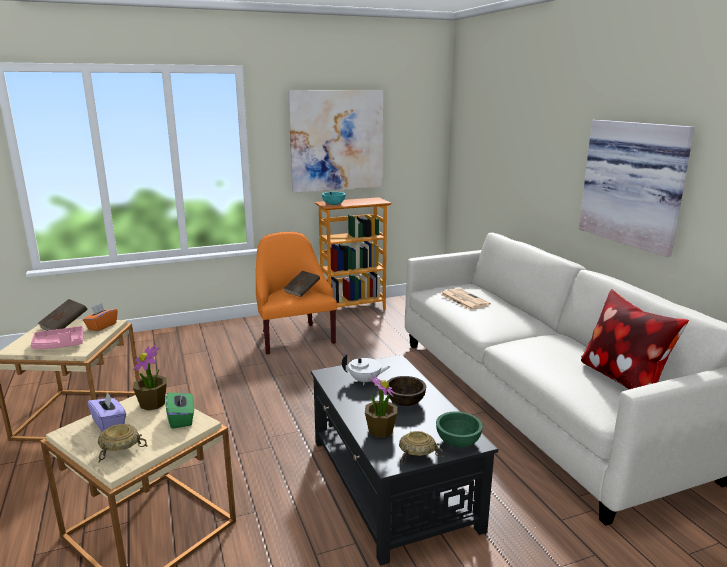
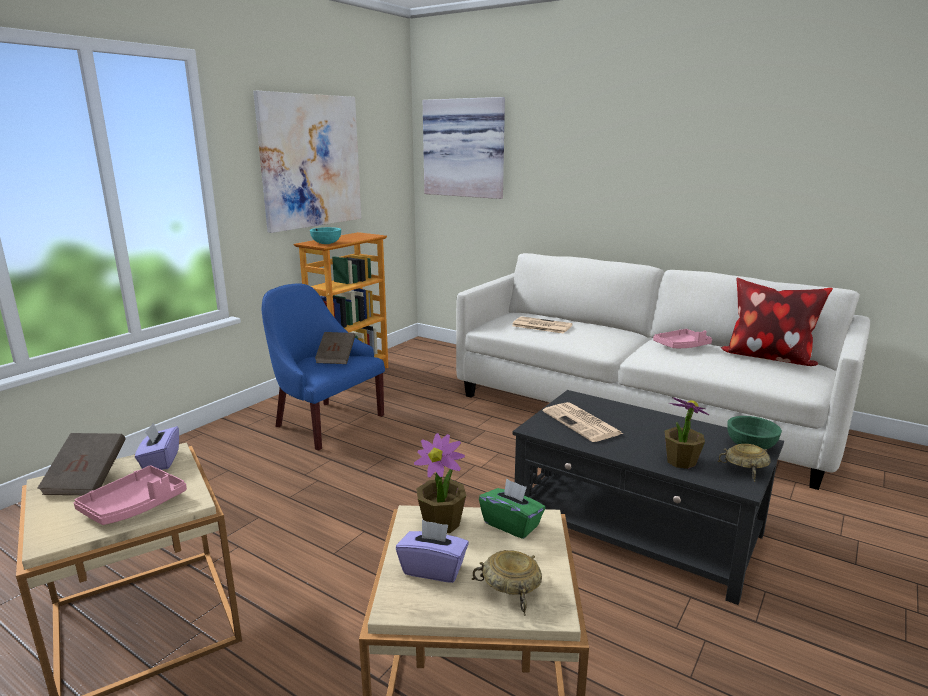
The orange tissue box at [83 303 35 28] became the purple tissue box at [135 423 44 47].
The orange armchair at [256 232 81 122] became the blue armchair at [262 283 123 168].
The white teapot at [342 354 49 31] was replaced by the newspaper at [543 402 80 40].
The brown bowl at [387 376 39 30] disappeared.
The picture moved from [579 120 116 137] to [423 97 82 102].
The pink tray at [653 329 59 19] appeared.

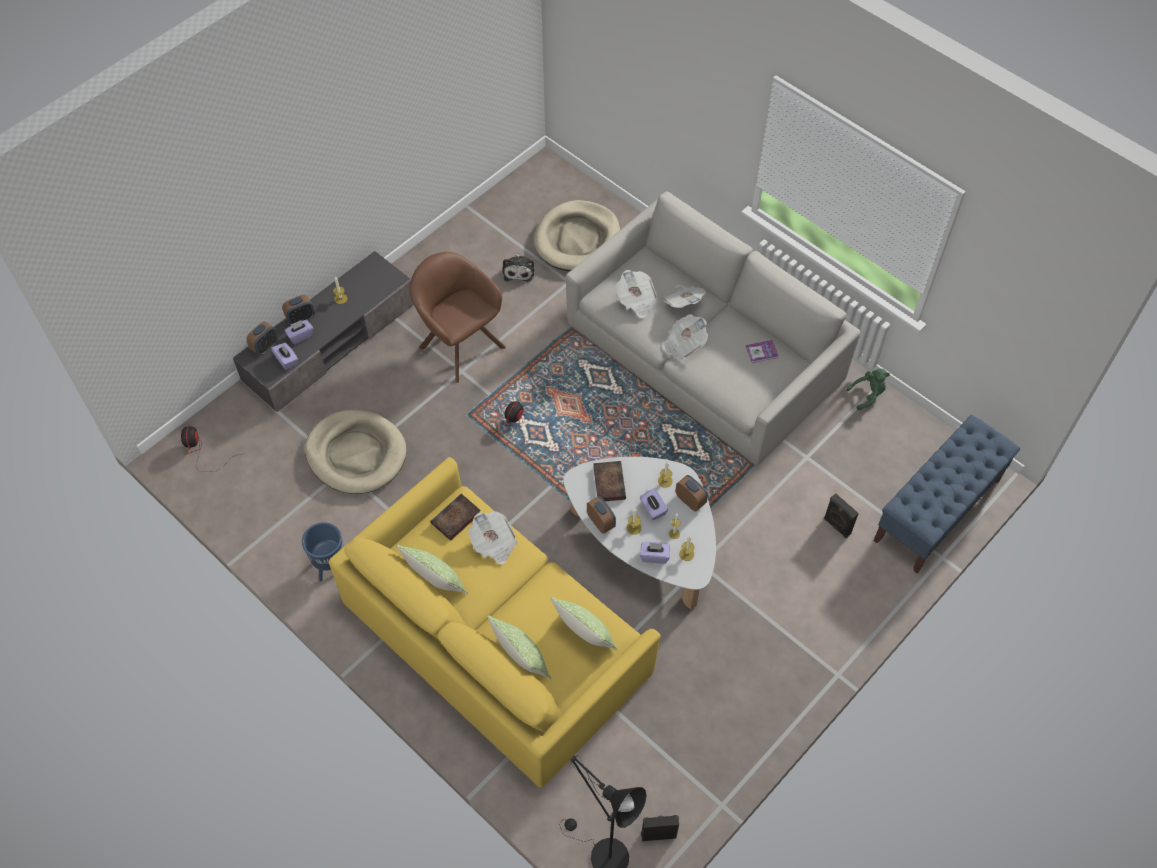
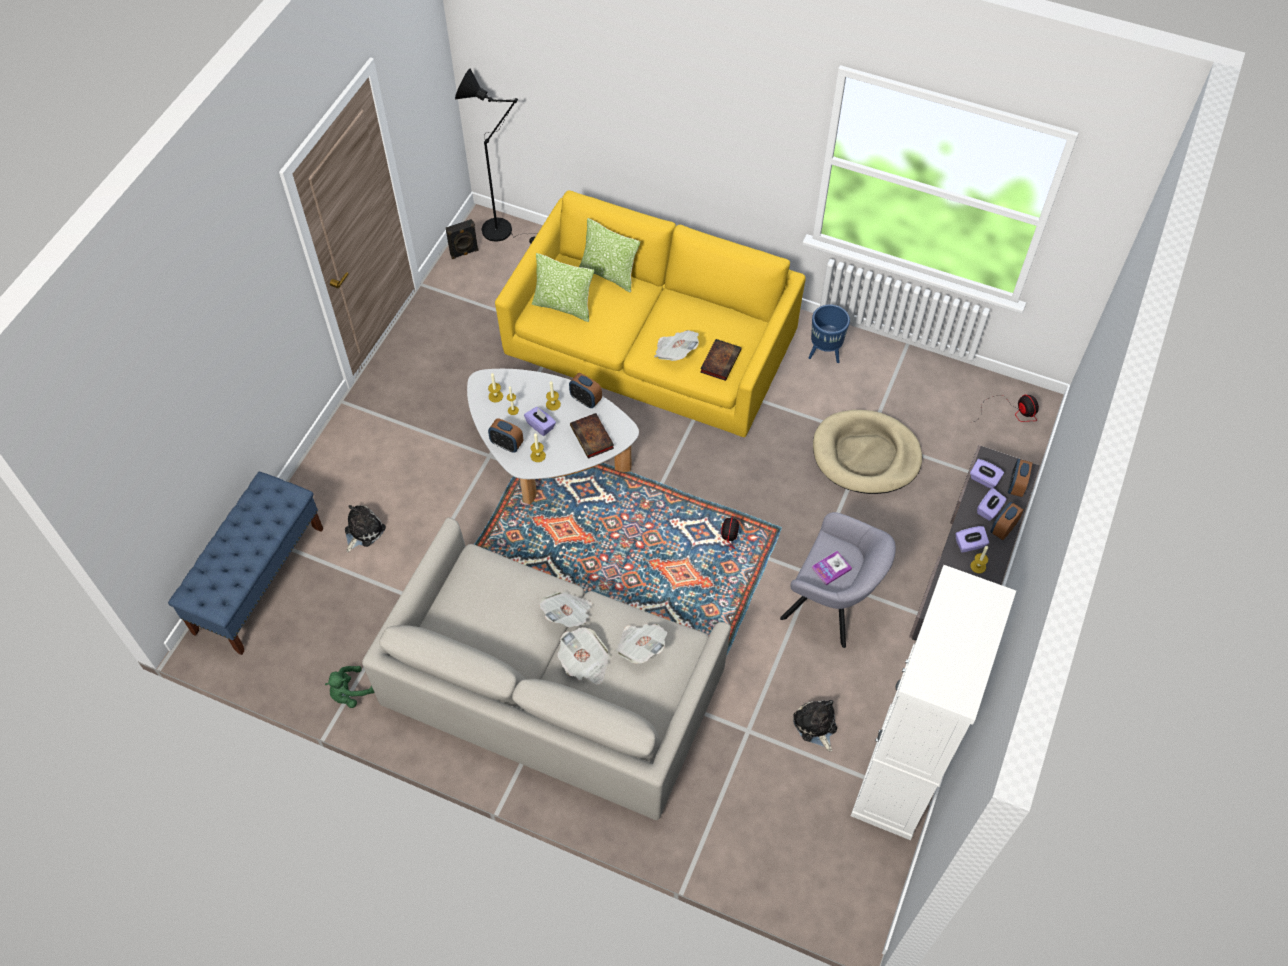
The pillow at [396 544 72 50] disappeared.
The brown armchair at [410 252 96 131] became the grey armchair at [780 512 116 136].
The beige dog bed at [534 200 86 71] disappeared.
The purple tissue box moved from [640 542 30 22] to [956 526 33 27].
The book moved from [746 340 33 23] to [812 551 40 34].
The black speaker at [824 493 35 45] was replaced by the plush toy at [345 505 41 47].
The white cabinet at [851 565 165 275] appeared.

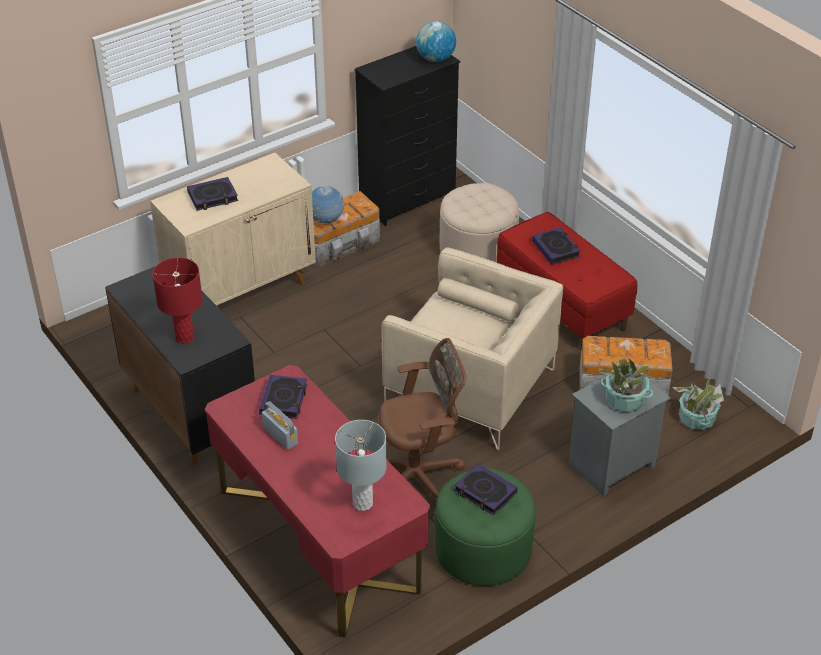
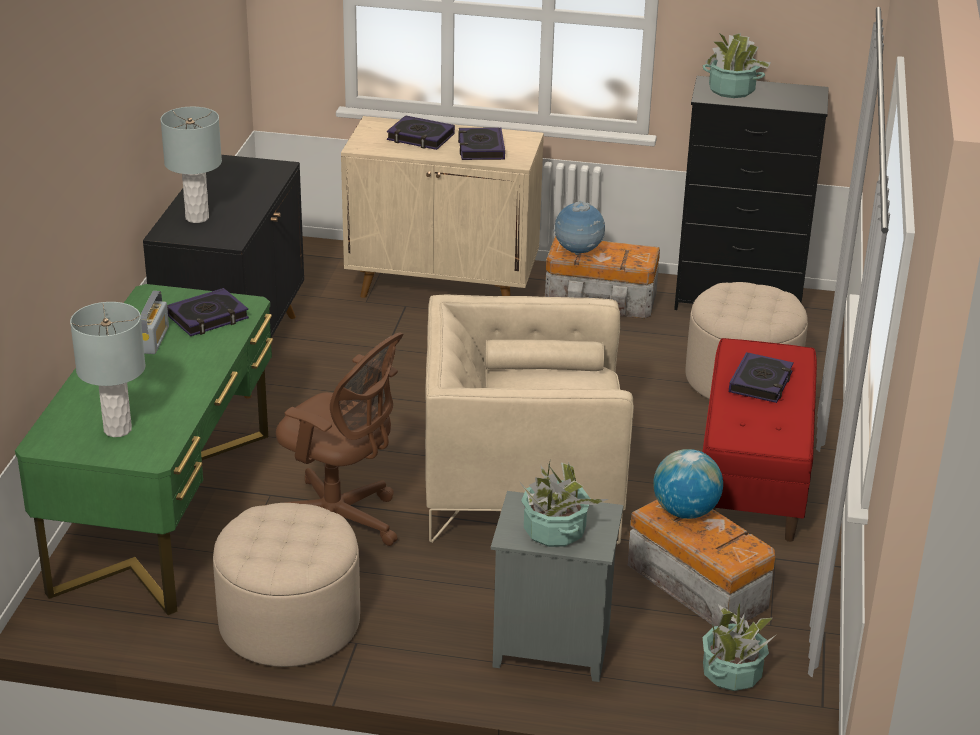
The red table lamp at [152 258 51 86] became the grey table lamp at [160 107 62 116].
The red desk at [205 365 225 273] became the green desk at [15 284 258 331].
The beige armchair at [381 247 182 203] turned 105 degrees clockwise.
The globe moved from [416 21 40 41] to [653 449 70 70].
The green ottoman at [435 468 100 118] became the beige ottoman at [213 503 147 164].
The book moved from [454 463 64 52] to [458 127 47 33].
The potted plant at [703 33 68 65] appeared.

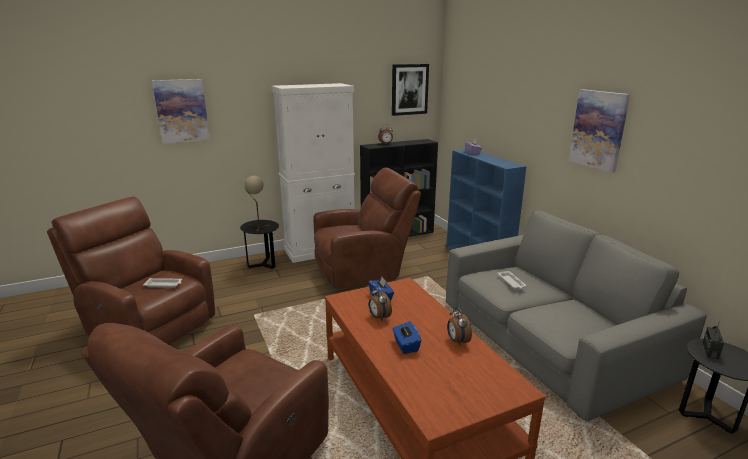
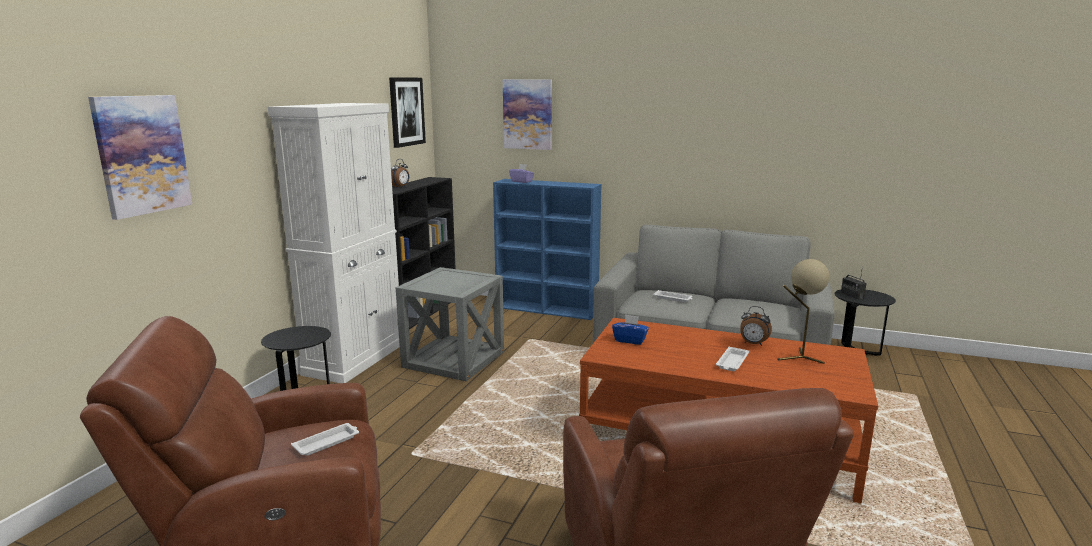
The beige table lamp moved from [242 176 28 56] to [777 259 52 105].
The brown armchair at [313 168 108 121] was replaced by the grey side table at [396 267 108 114].
The alarm clock at [369 286 23 35] disappeared.
The blue tissue box at [393 322 28 32] was replaced by the white tray at [716 347 33 24].
The picture moved from [569 89 61 84] to [503 80 49 70].

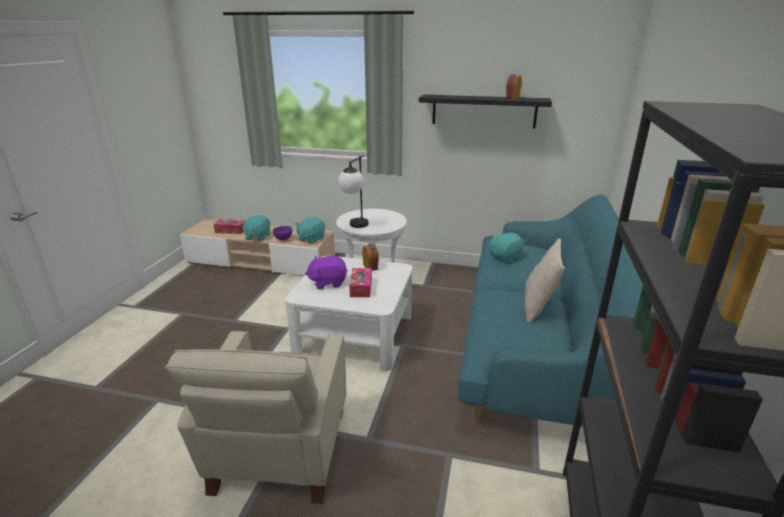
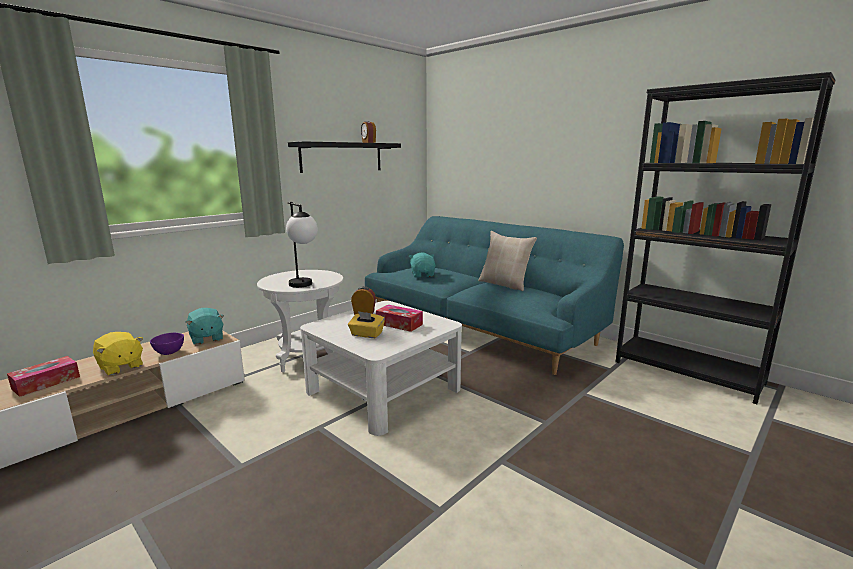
The beige armchair at [165 331 181 173] disappeared.
The turquoise plush toy at [241 215 29 26] became the yellow plush toy at [93 332 50 43].
The purple plush toy at [305 256 42 33] was replaced by the yellow tissue box at [348 311 37 27].

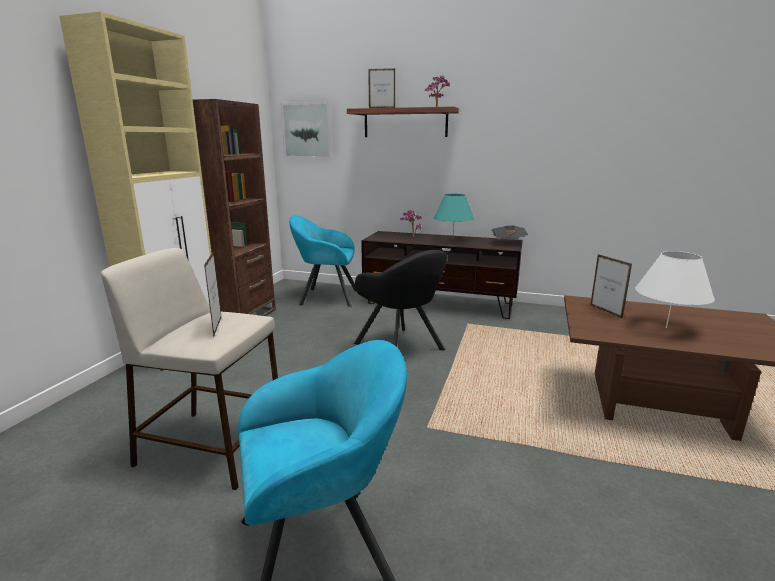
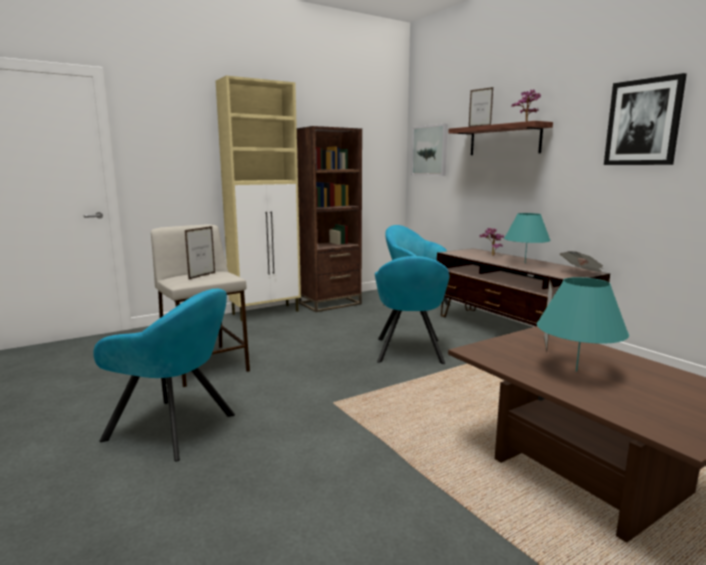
The black armchair at [354 250 93 100] became the turquoise armchair at [375 256 75 108].
The white table lamp at [635 251 80 77] became the turquoise table lamp at [537 277 92 95].
The picture at [604 73 83 92] appeared.

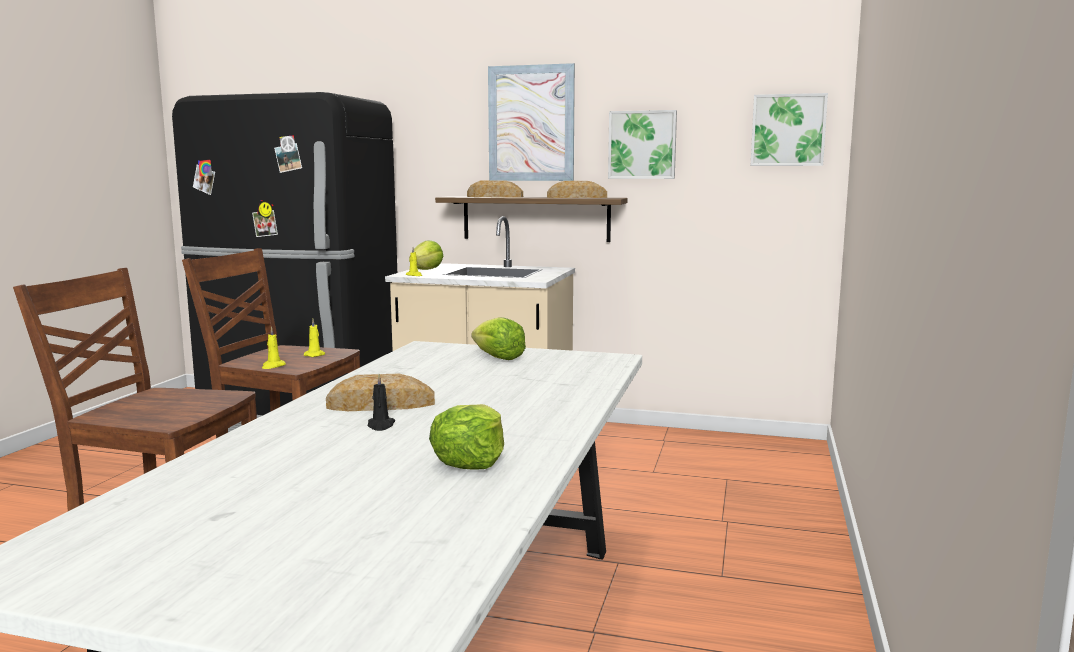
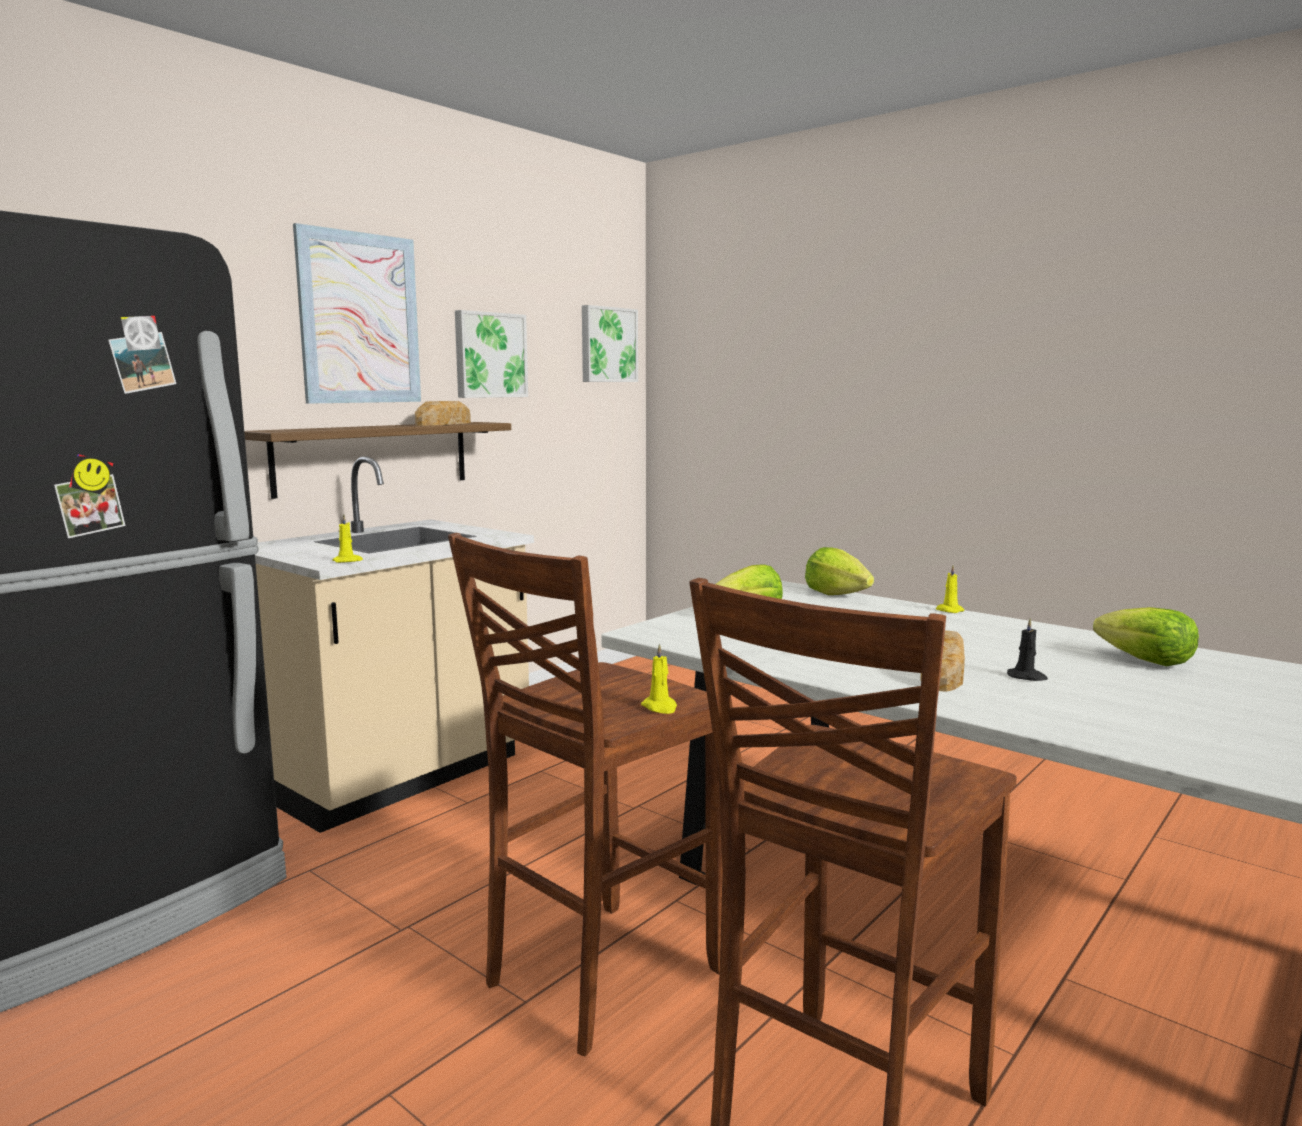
The yellow candle moved from [304 319 21 38] to [936 565 28 48].
The lettuce moved from [409 240 35 30] to [805 547 69 48].
The bread at [467 180 56 18] disappeared.

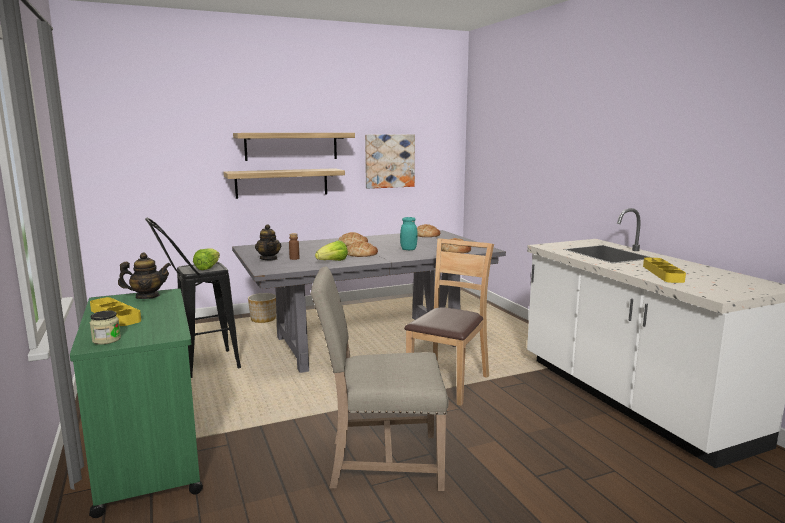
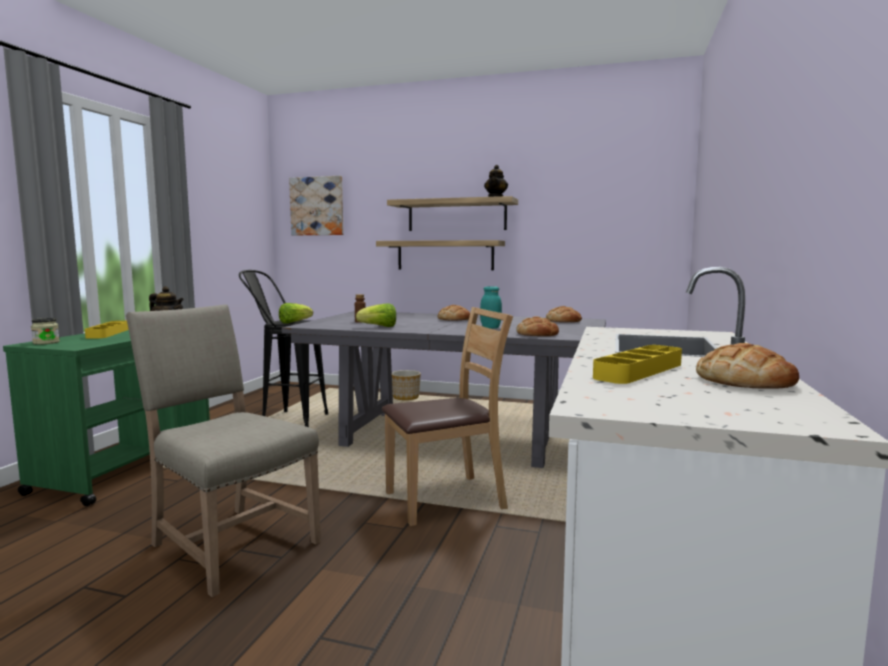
The teapot moved from [255 224 26 37] to [484 165 24 32].
The bread moved from [347 241 31 16] to [696 343 103 46].
The picture moved from [365 134 50 55] to [289 176 55 59].

